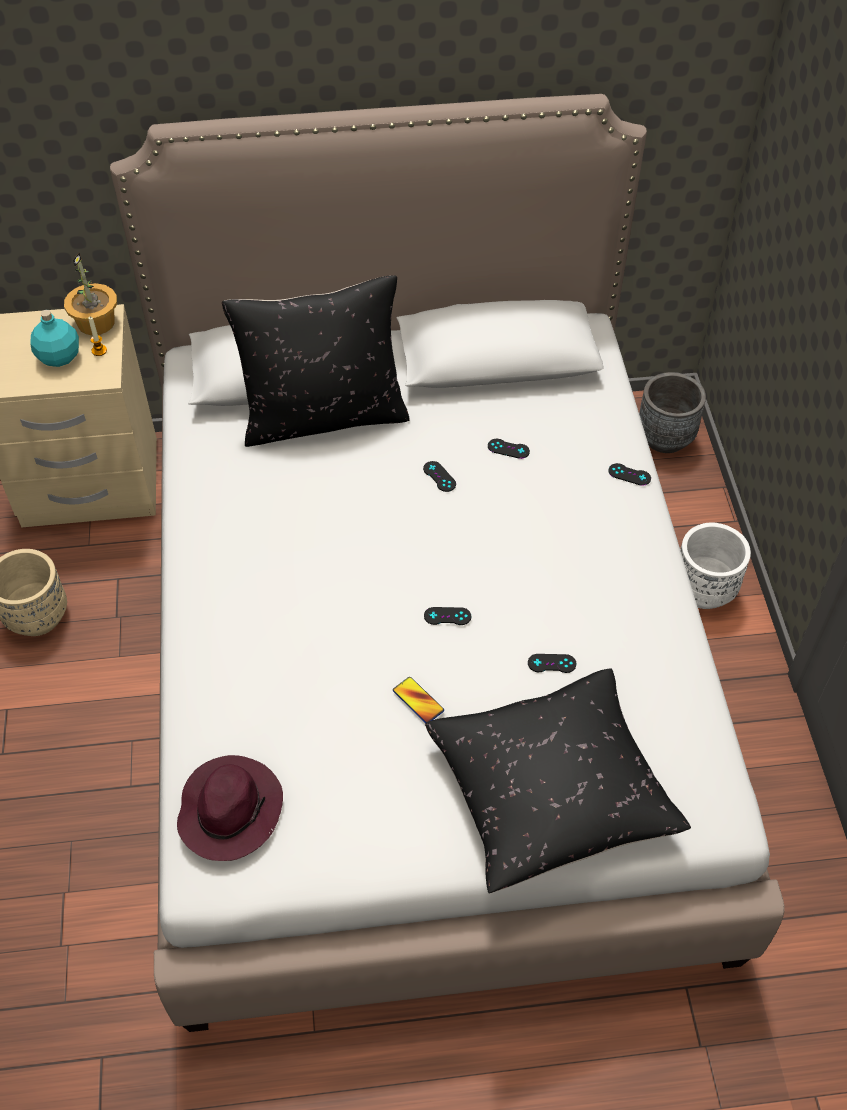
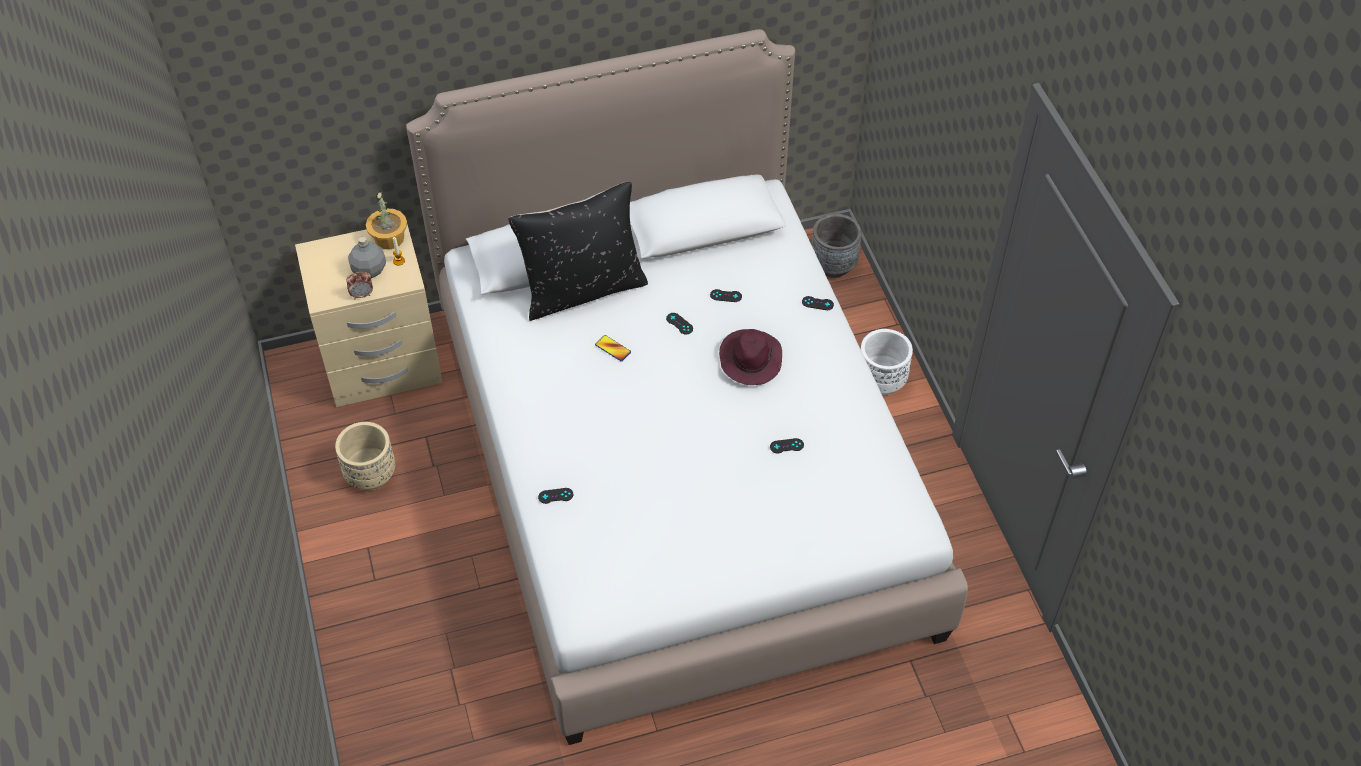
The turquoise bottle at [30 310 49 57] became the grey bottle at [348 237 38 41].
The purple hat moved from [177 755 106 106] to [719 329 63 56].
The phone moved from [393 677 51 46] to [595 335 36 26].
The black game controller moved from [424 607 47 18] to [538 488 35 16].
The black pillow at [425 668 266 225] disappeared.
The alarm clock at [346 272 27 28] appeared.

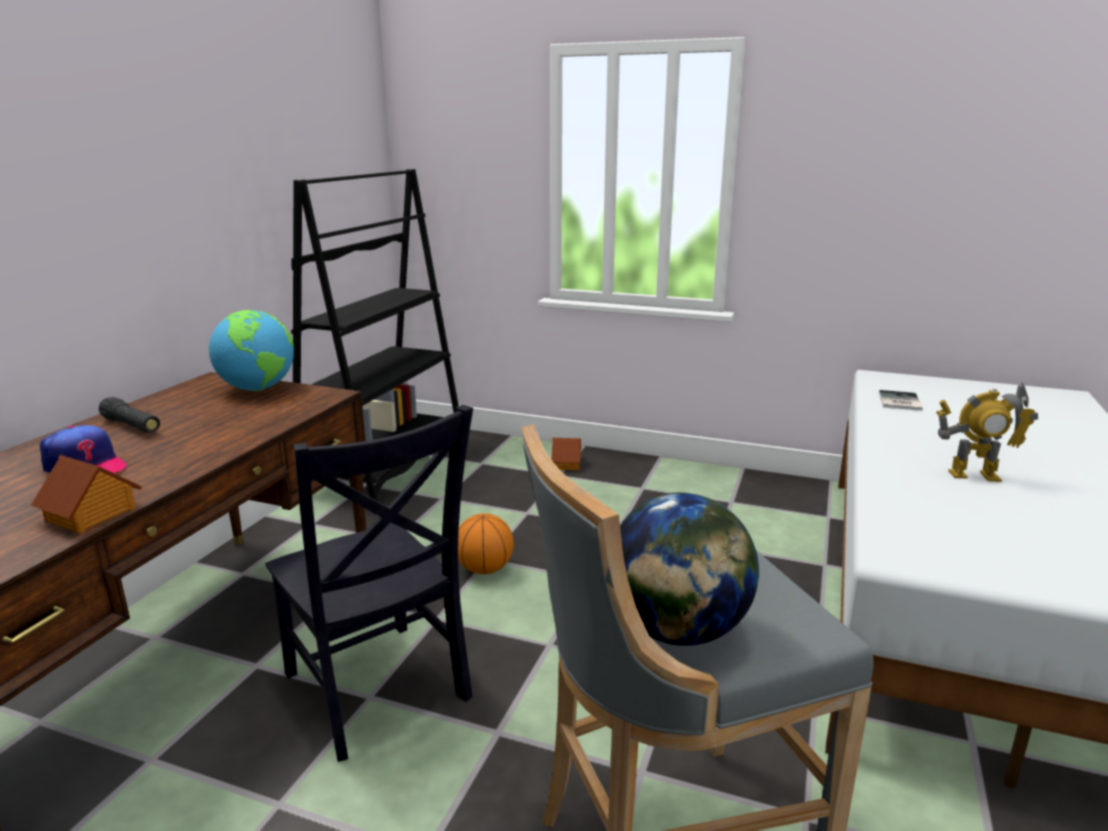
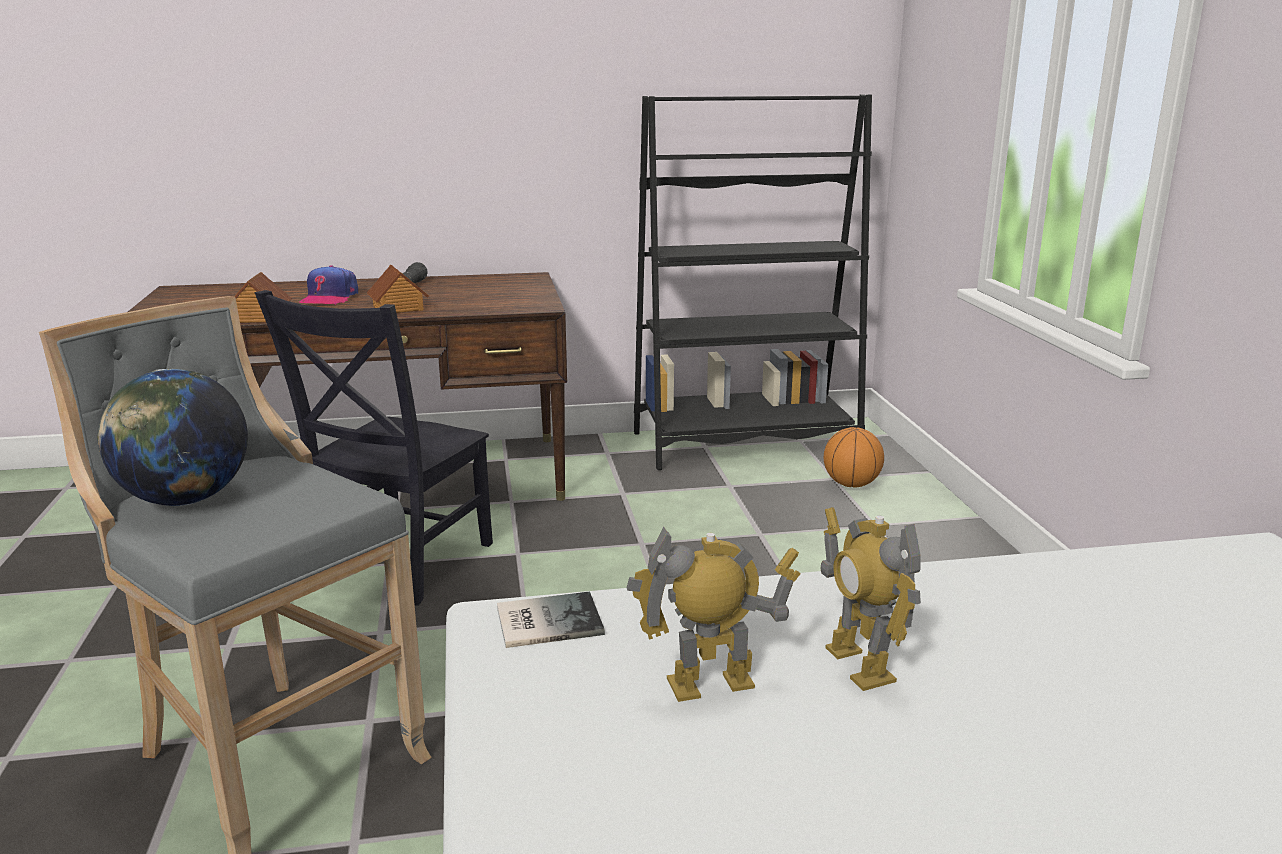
The globe at [209 310 85 81] disappeared.
The basketball moved from [458 513 56 61] to [824 427 60 61].
The toy house moved from [551 438 30 32] to [367 264 62 49].
The book moved from [879 390 44 21] to [497 591 108 57].
The toy robot at [627 526 173 176] appeared.

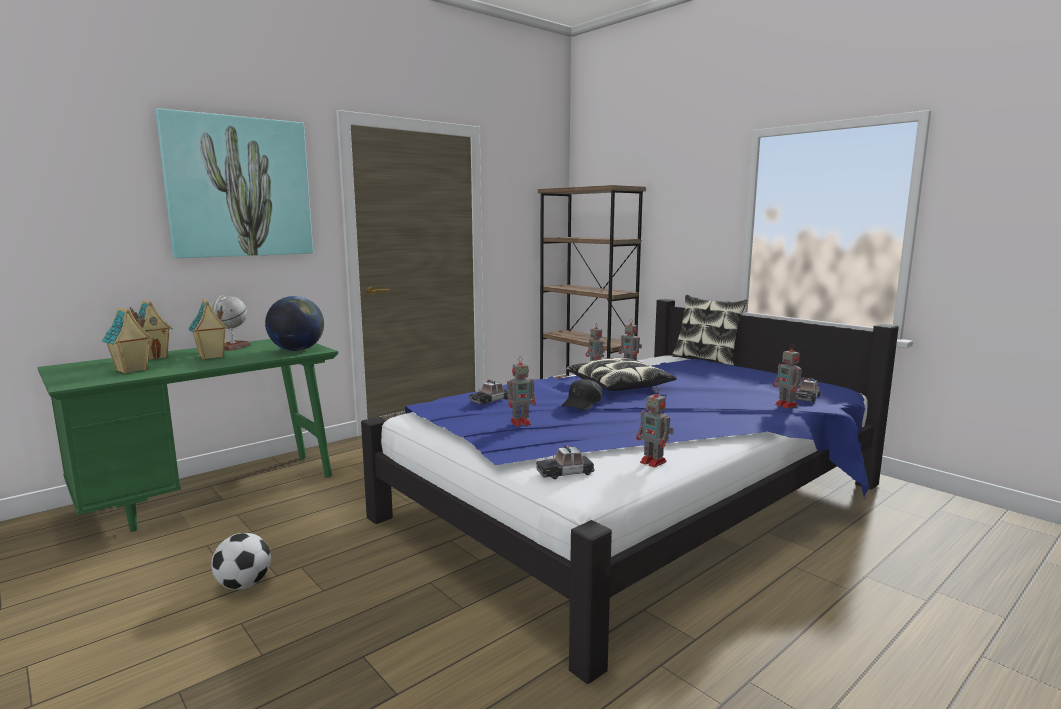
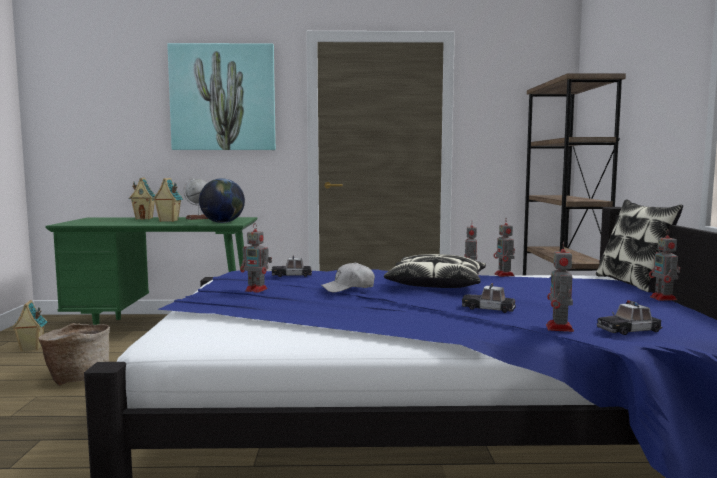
The toy house moved from [102 307 51 67] to [11 300 36 51].
The football at [211 533 60 57] was replaced by the basket at [38 323 72 63].
The toy car moved from [536 444 58 35] to [462 283 54 30].
The black cap at [562 378 40 33] became the white cap at [321 262 54 30].
The toy robot moved from [636 388 38 79] to [649 230 31 71].

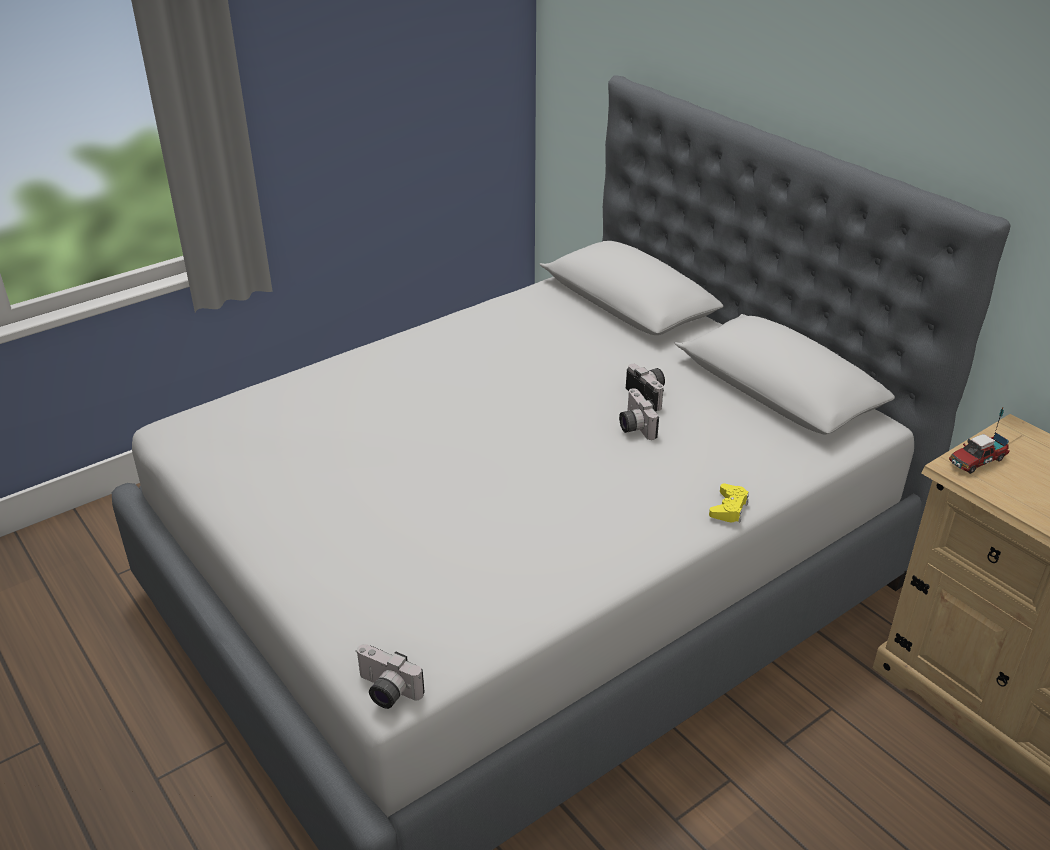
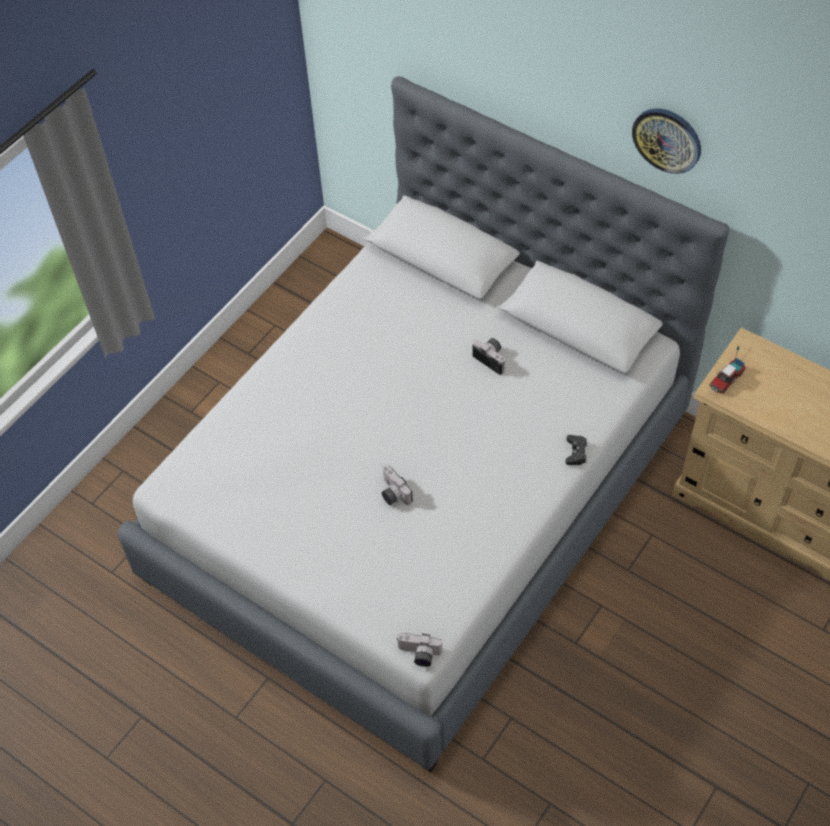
The photo camera moved from [619 388 40 52] to [382 465 31 40].
The yellow game controller at [709 484 40 38] became the black game controller at [565 435 22 30].
The wall clock at [632 108 69 66] appeared.

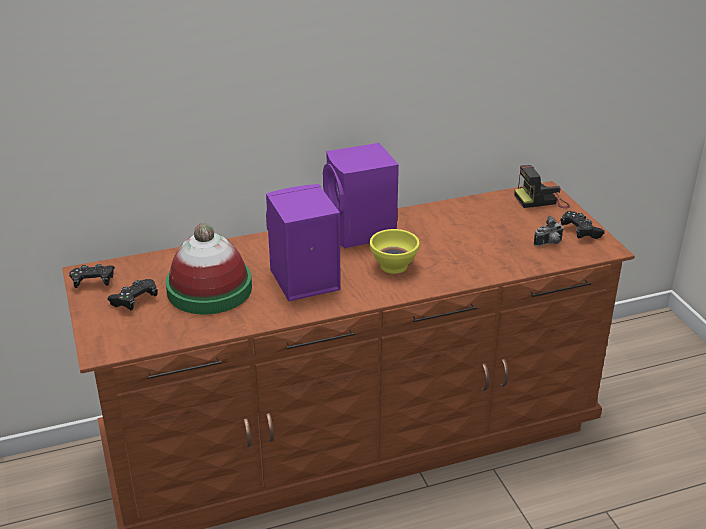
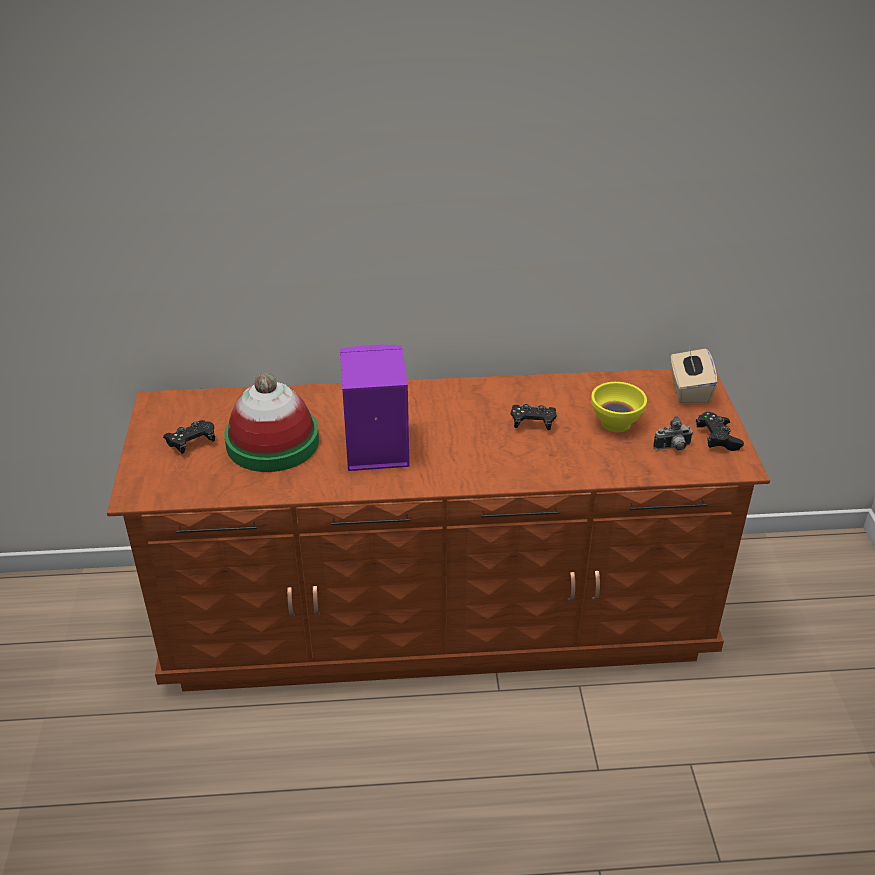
The black game controller moved from [69 264 46 24] to [511 404 46 26].
The purple speaker at [323 143 76 106] disappeared.
The yellow bowl moved from [370 229 49 45] to [591 382 56 50].
The photo camera at [515 165 55 43] was replaced by the beige tissue box at [671 347 46 57].

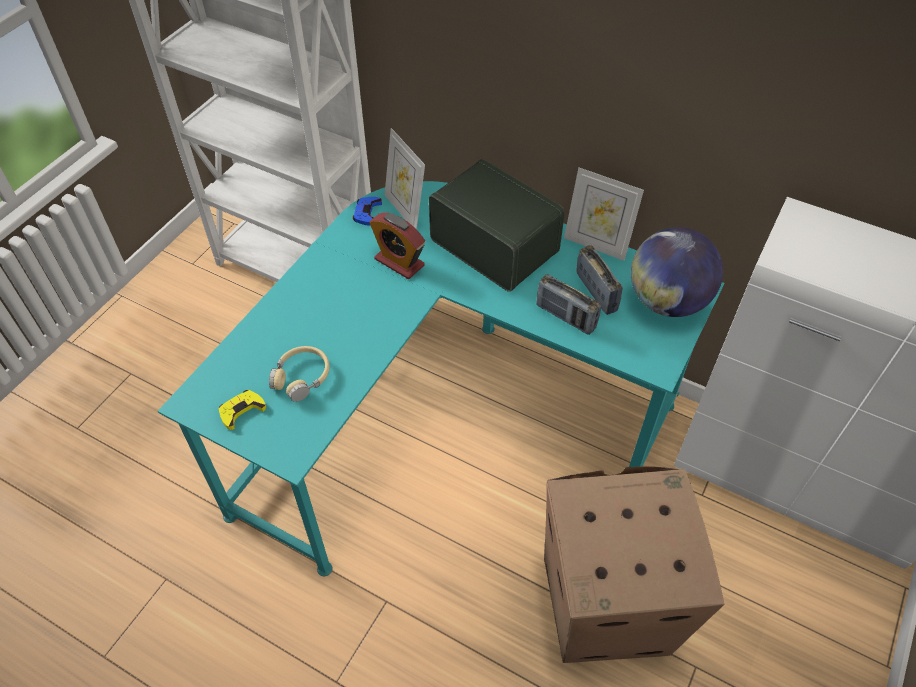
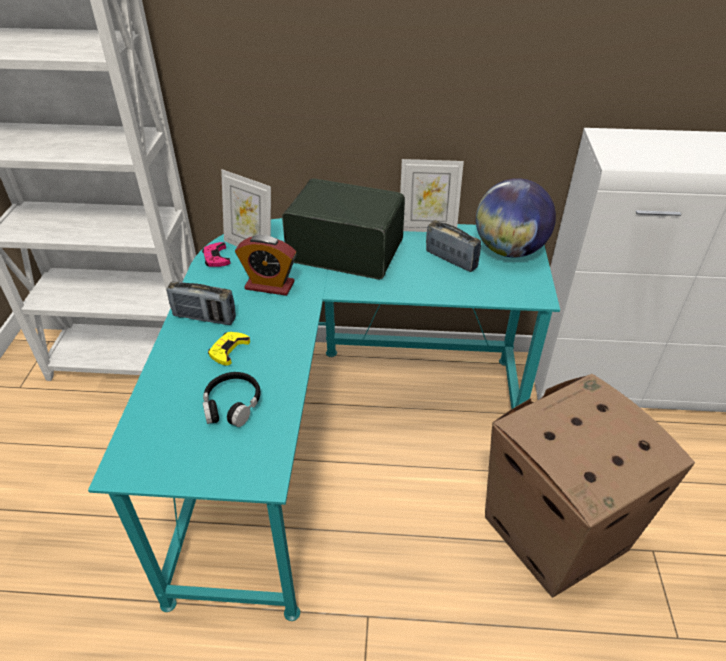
The yellow game controller moved from [219 390 47 40] to [208 332 42 34].
The beige headphones at [269 346 61 56] became the black headphones at [203 372 58 55].
The blue game controller at [353 197 29 29] became the pink game controller at [202 242 28 25].
The radio moved from [536 274 65 61] to [167 281 69 44].

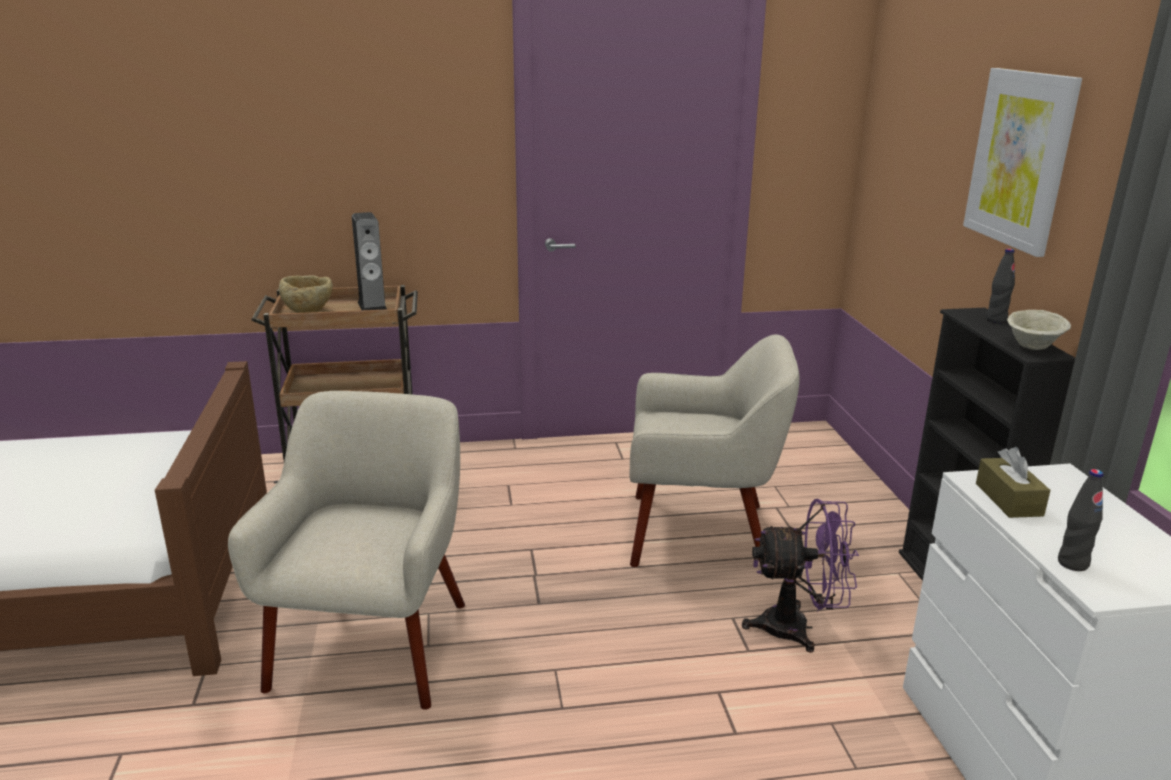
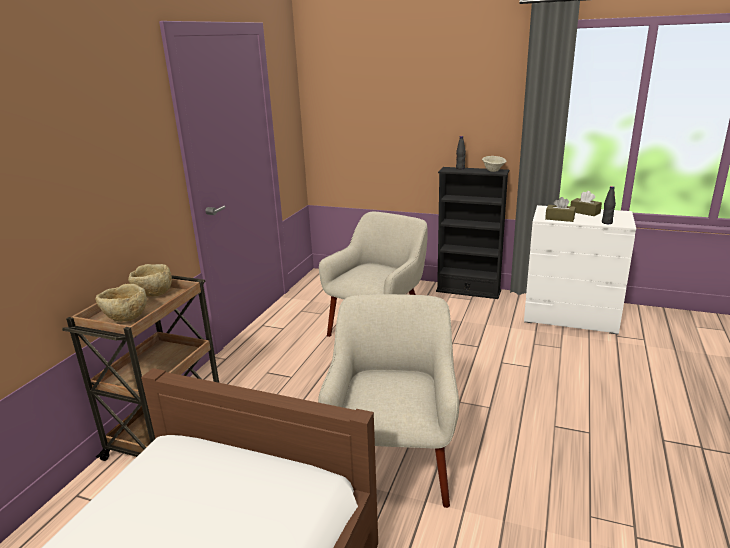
The beige armchair at [228 391 237 319] turned 60 degrees clockwise.
The speaker at [352 212 35 98] was replaced by the beige bowl at [128 264 44 33].
The purple fan at [742 499 117 154] disappeared.
The picture at [963 68 119 189] disappeared.
The brown tissue box at [570 191 32 25] appeared.

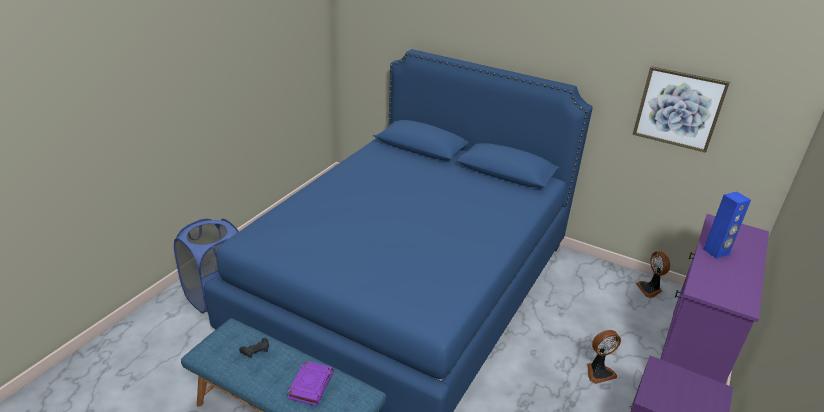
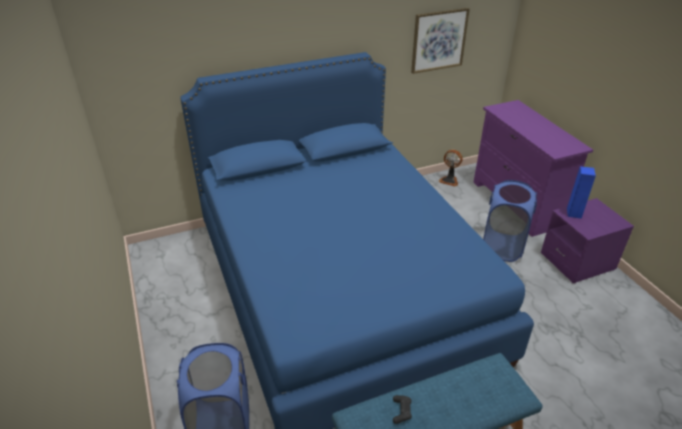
The purple book at [287 361 47 45] disappeared.
The fan at [587 330 34 54] was replaced by the blue laundry basket at [483 180 54 82].
The blue speaker moved from [703 191 48 68] to [567 166 29 53].

